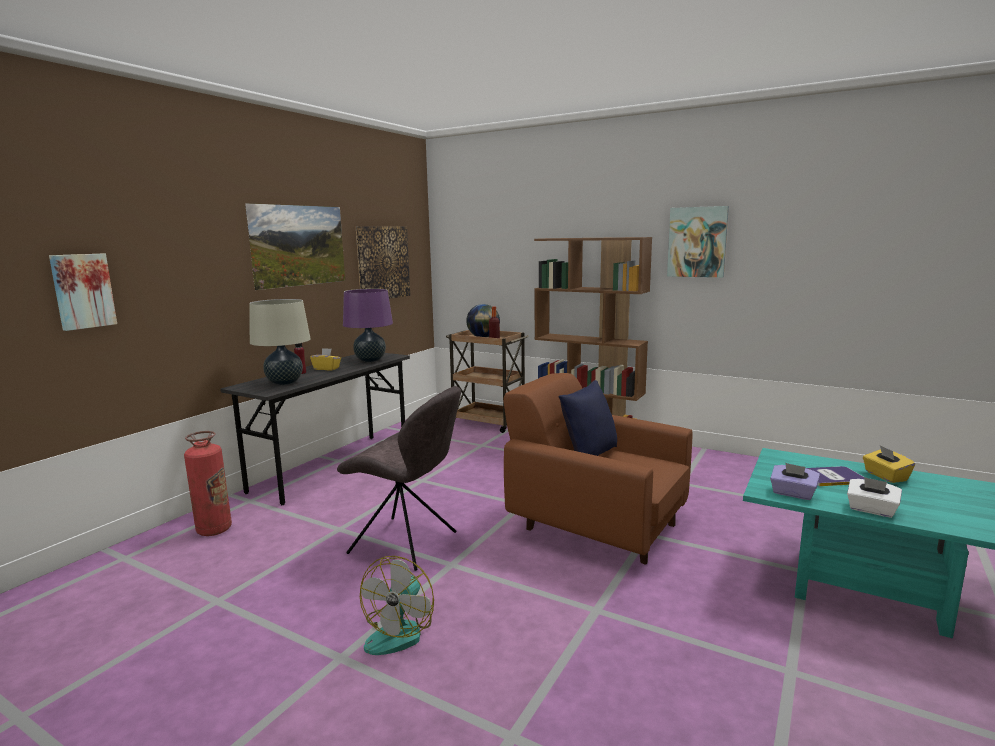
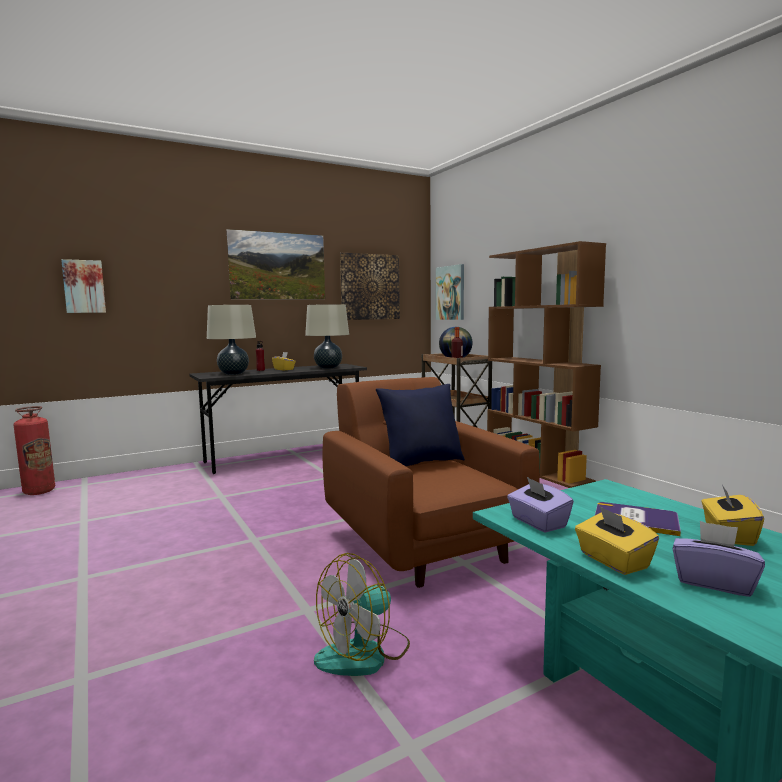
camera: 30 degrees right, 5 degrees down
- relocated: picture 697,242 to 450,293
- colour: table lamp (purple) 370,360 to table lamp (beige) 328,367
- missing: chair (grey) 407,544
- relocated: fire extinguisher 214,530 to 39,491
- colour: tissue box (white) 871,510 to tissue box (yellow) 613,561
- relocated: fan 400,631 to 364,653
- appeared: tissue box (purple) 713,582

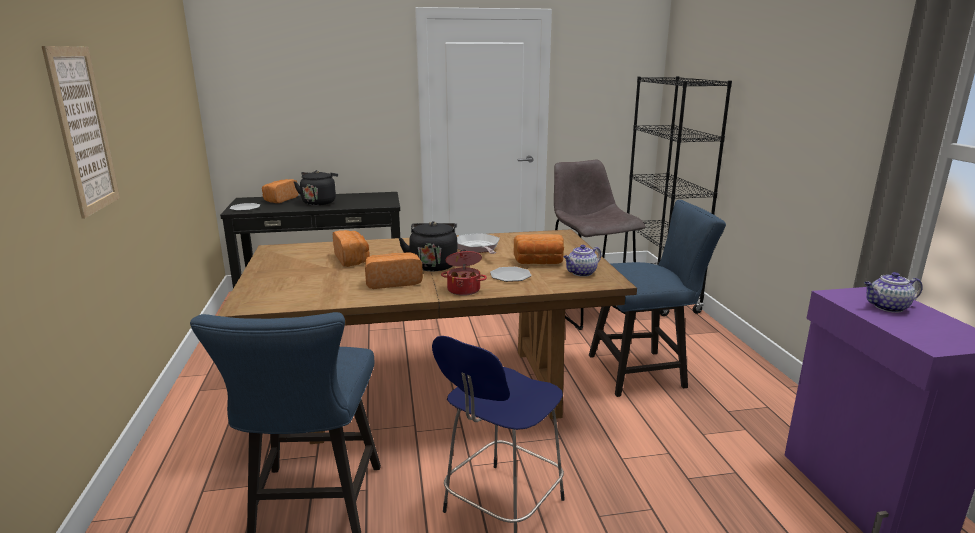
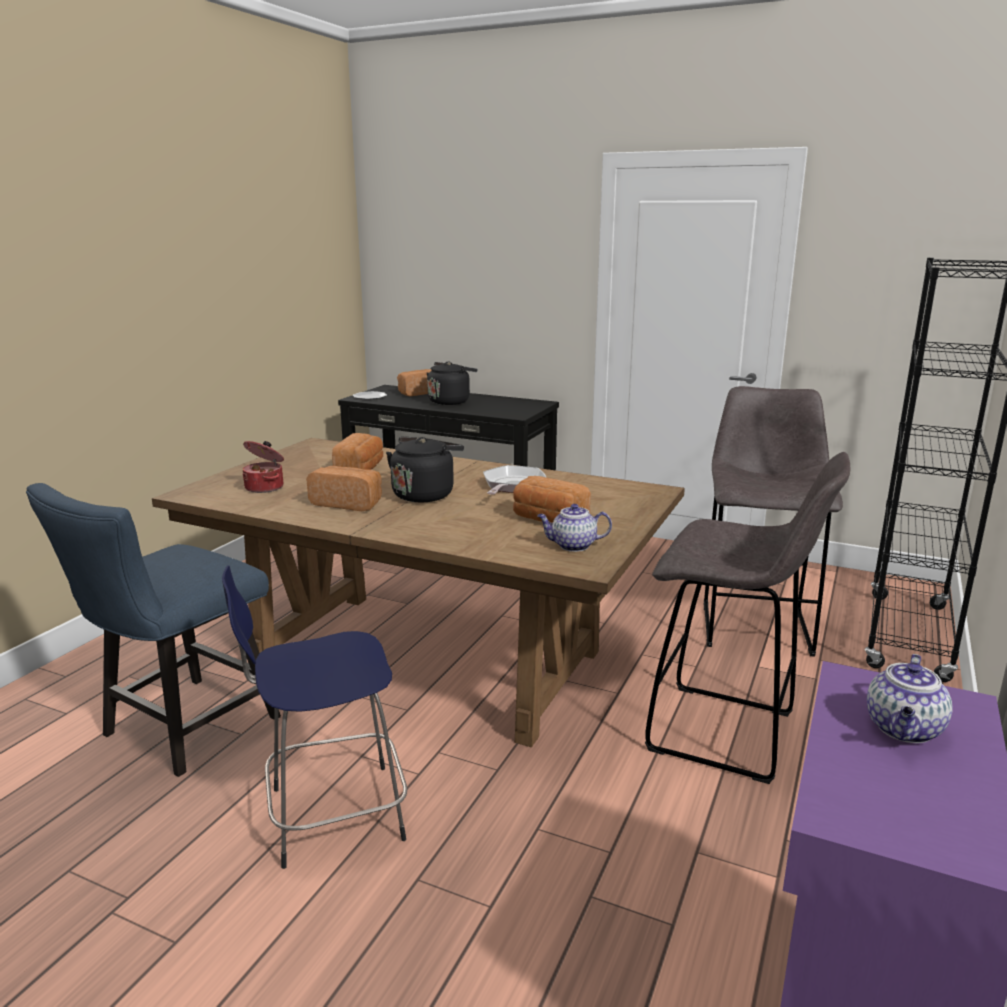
camera: 35 degrees right, 0 degrees up
- missing: picture 83,130
- exchanged: chair (blue) 643,371 to stool (grey) 726,733
- relocated: cooking pot 464,289 to 265,487
- missing: plate 510,276
- spun: teapot 887,307 = 904,730 90 degrees counterclockwise

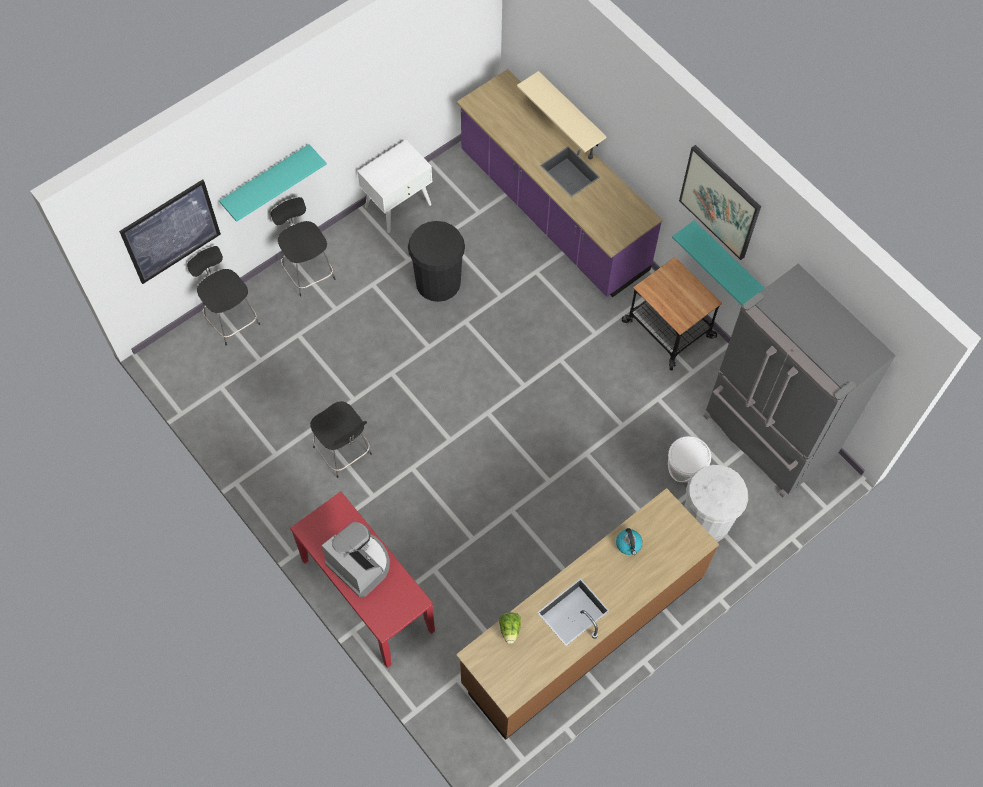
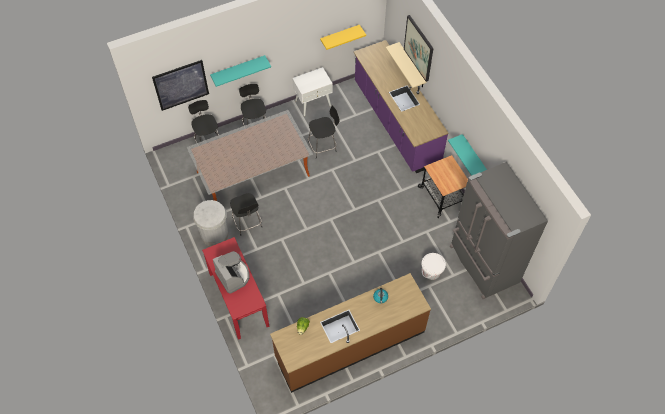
camera: 15 degrees right, 5 degrees down
- relocated: picture 720,202 to 419,48
- exchanged: trash can (black) 438,282 to stool (black) 323,146
- relocated: trash can (white) 705,521 to 214,235
- appeared: shelf (yellow) 339,36
- appeared: dining table 253,174

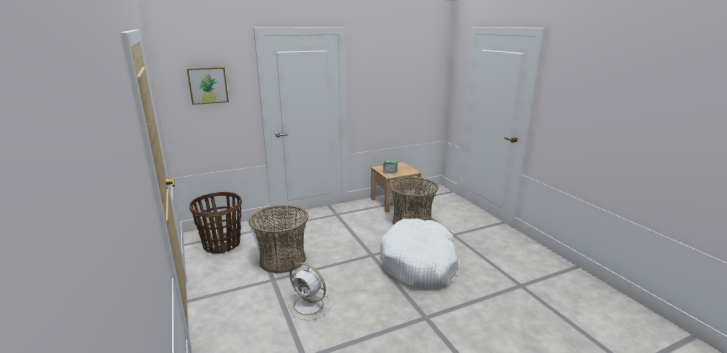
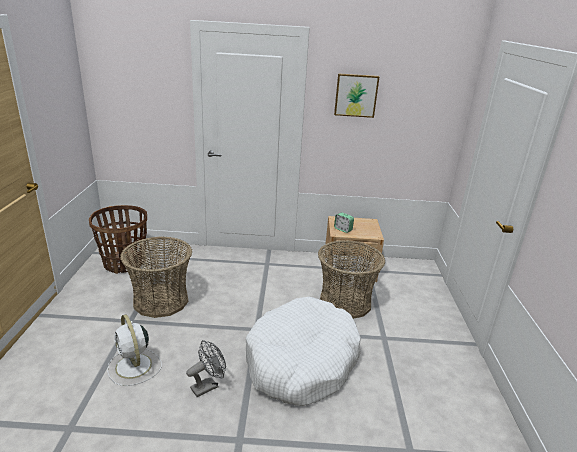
camera: 25 degrees right, 5 degrees up
- relocated: picture 208,85 to 356,95
- appeared: fan (grey) 208,386

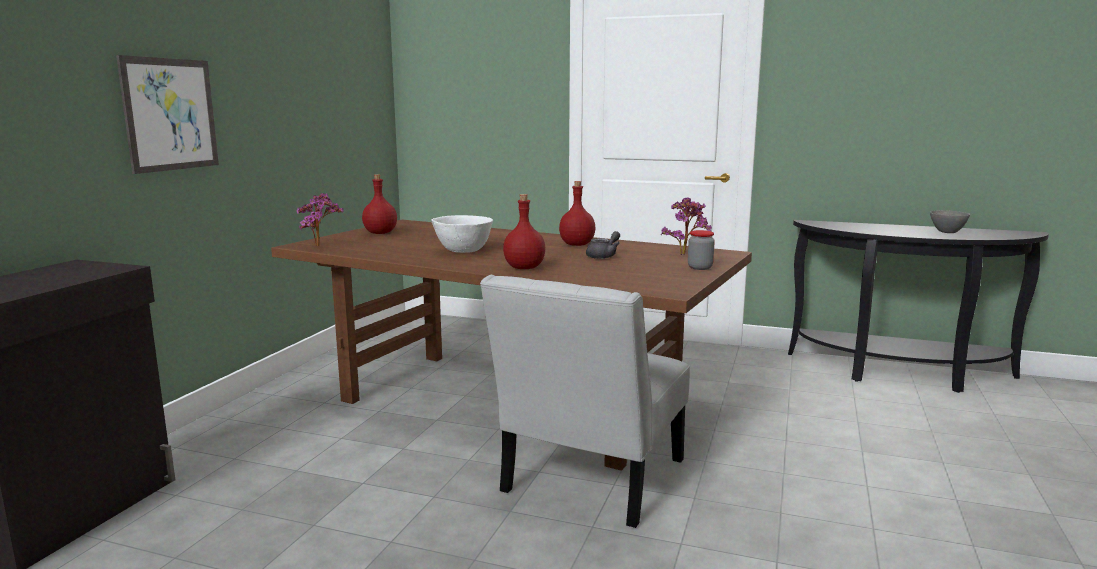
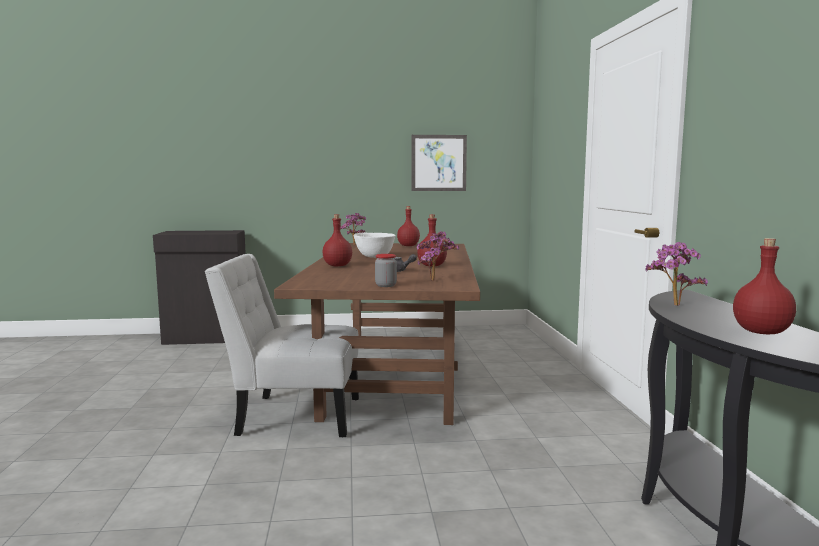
camera: 65 degrees right, 5 degrees down
- relocated: picture 170,114 to 439,163
- exchanged: bowl (grey) 947,232 to bottle (red) 760,332
- appeared: potted plant 673,306

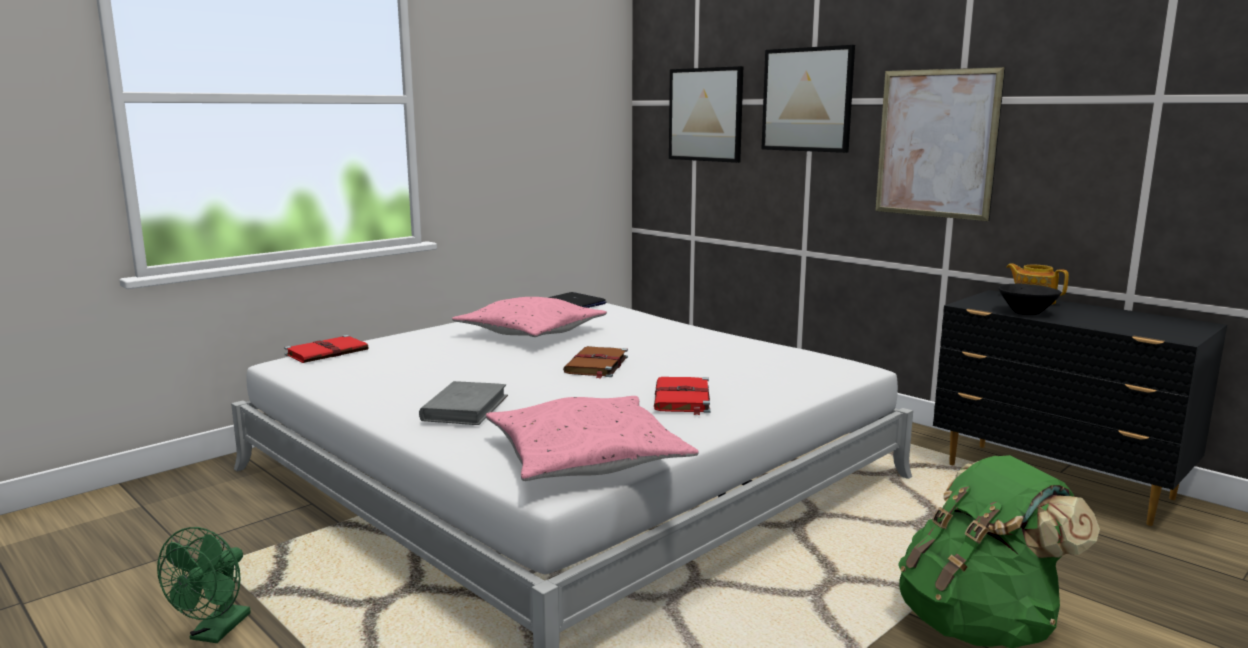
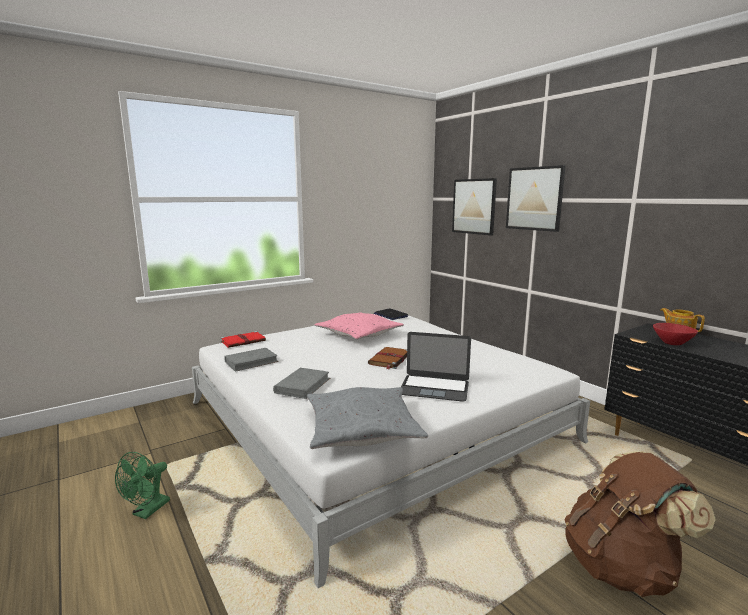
camera: 10 degrees right, 0 degrees up
- missing: picture 936,143
- colour: bowl (black) 1026,312 to bowl (red) 672,343
- exchanged: book (red) 682,399 to laptop 434,388
- colour: pillow (pink) 586,458 to pillow (grey) 362,429
- colour: backpack (green) 979,624 to backpack (brown) 622,567
- appeared: book (grey) 251,362

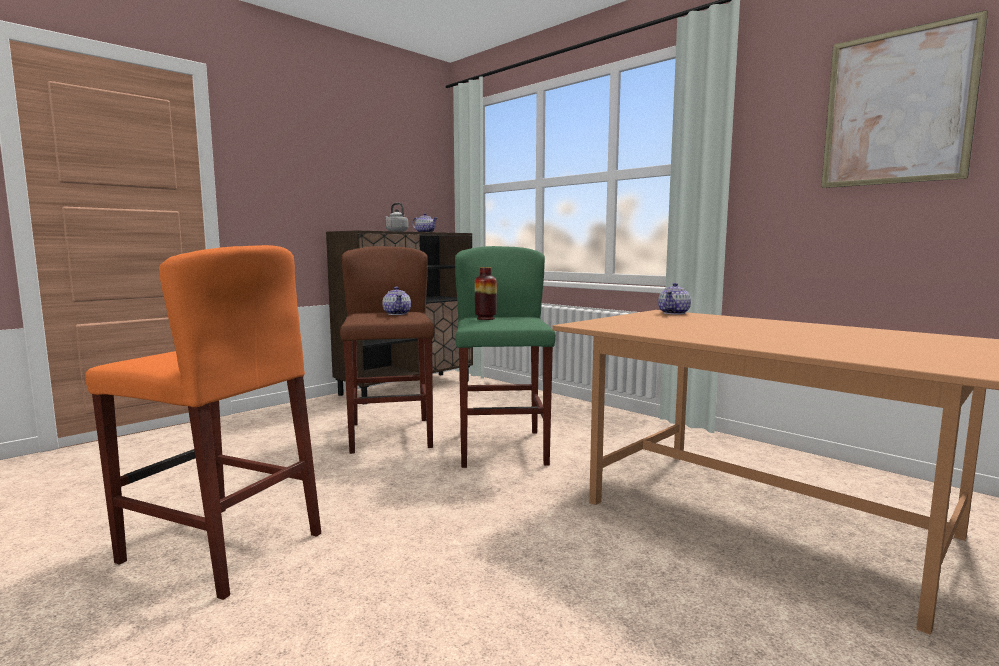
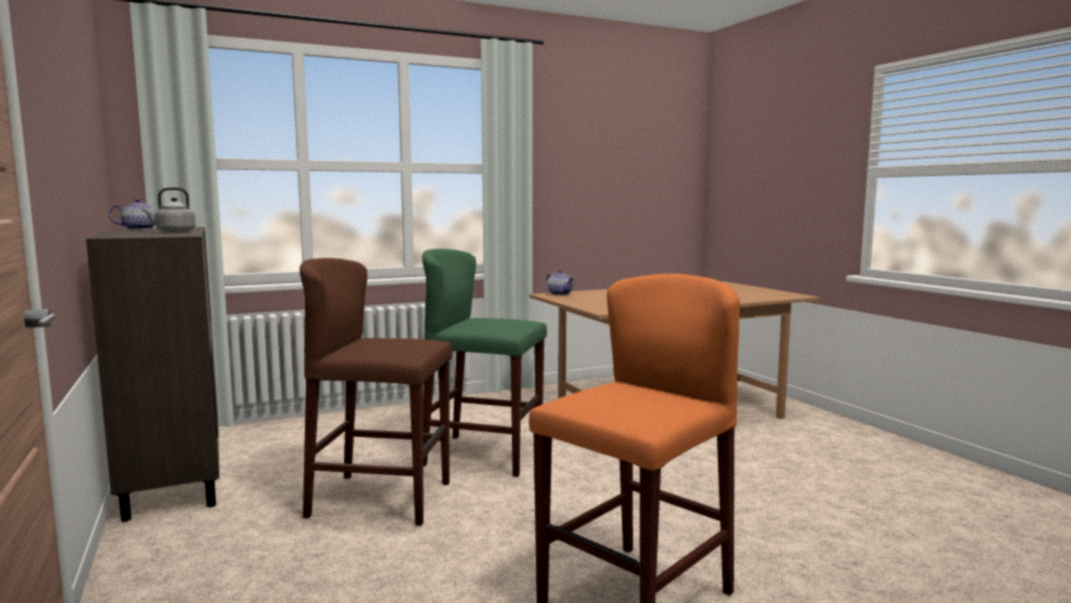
camera: 70 degrees left, 0 degrees up
- missing: picture 896,107
- missing: vase 485,318
- missing: teapot 397,313

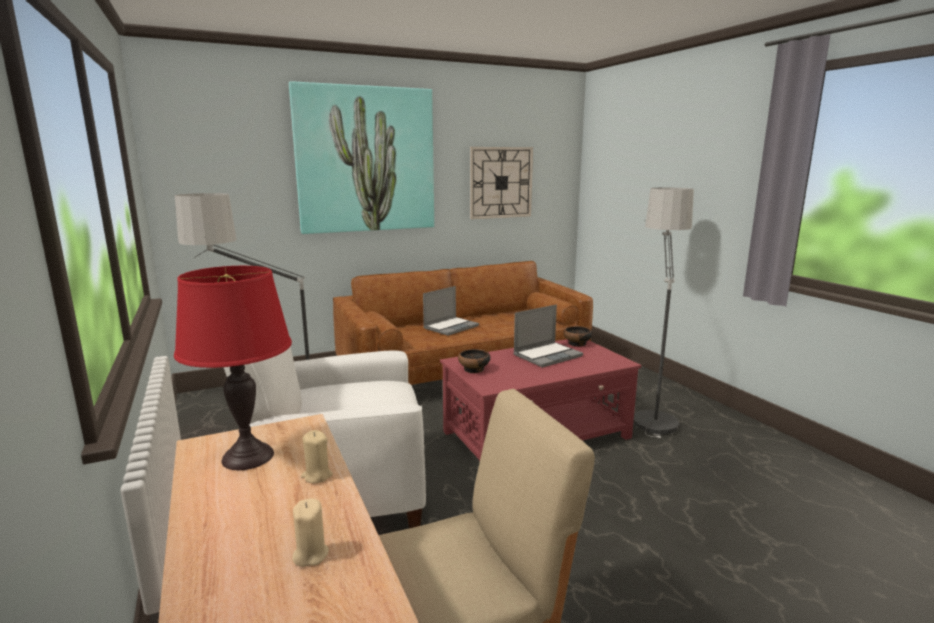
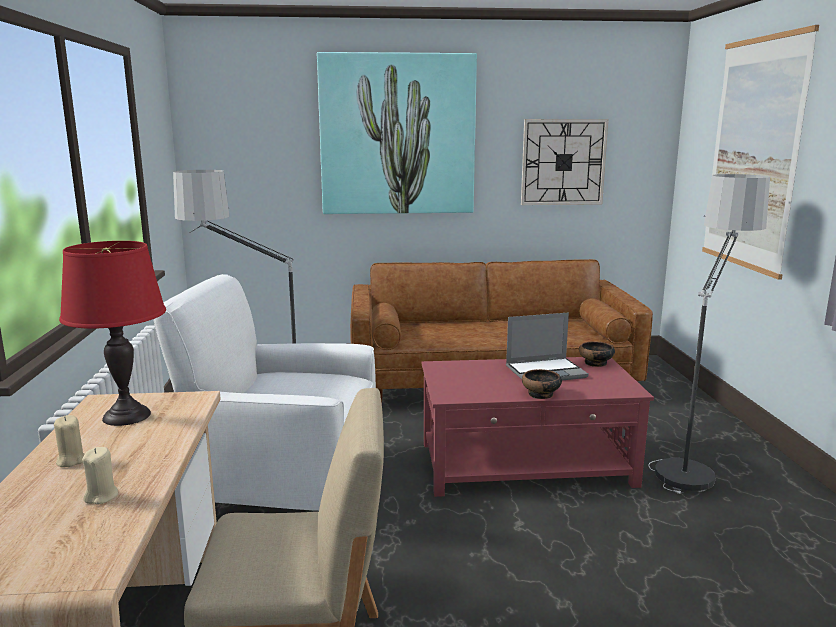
camera: 20 degrees right, 0 degrees up
- missing: laptop 451,327
- relocated: bowl 474,369 to 541,394
- relocated: candle (beige) 317,476 to 71,461
- appeared: picture 753,154

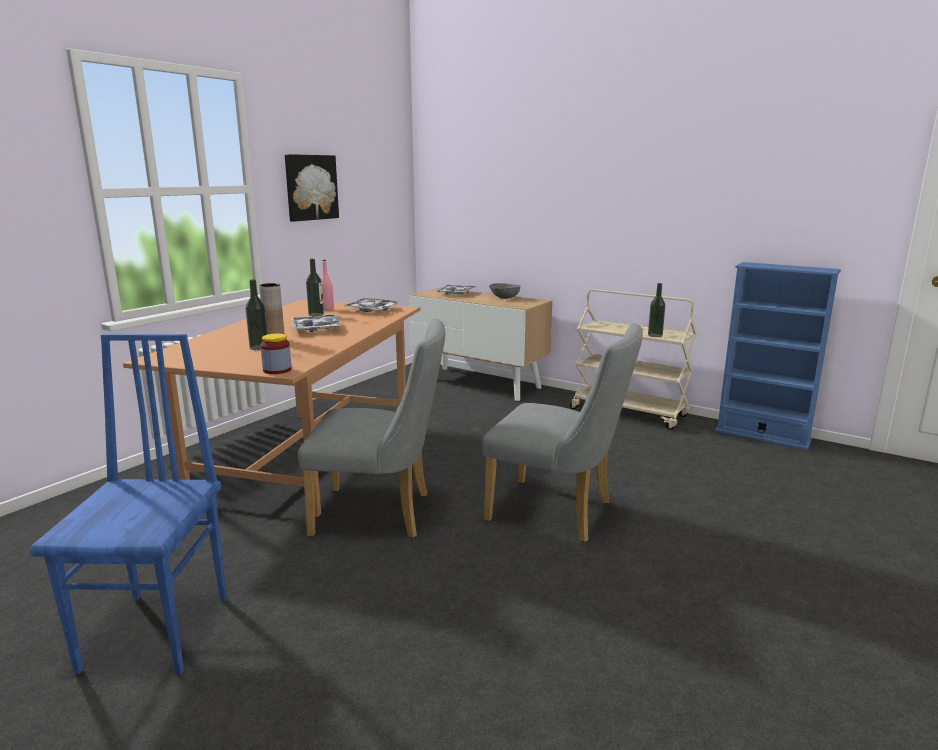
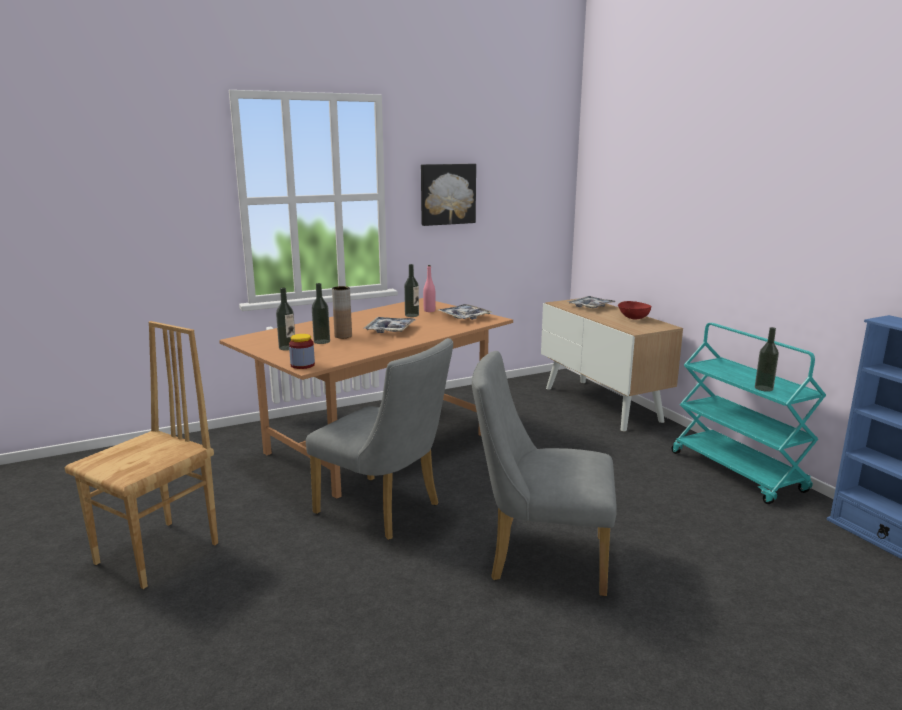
camera: 30 degrees right, 0 degrees up
- colour: bowl (grey) 504,298 to bowl (red) 633,318
- colour: cart (beige) 629,412 to cart (turquoise) 738,472
- spun: chair (grey) 558,513 = 539,558 135 degrees clockwise
- colour: chair (blue) 160,631 to chair (brown) 159,553
- appeared: bottle 287,348

